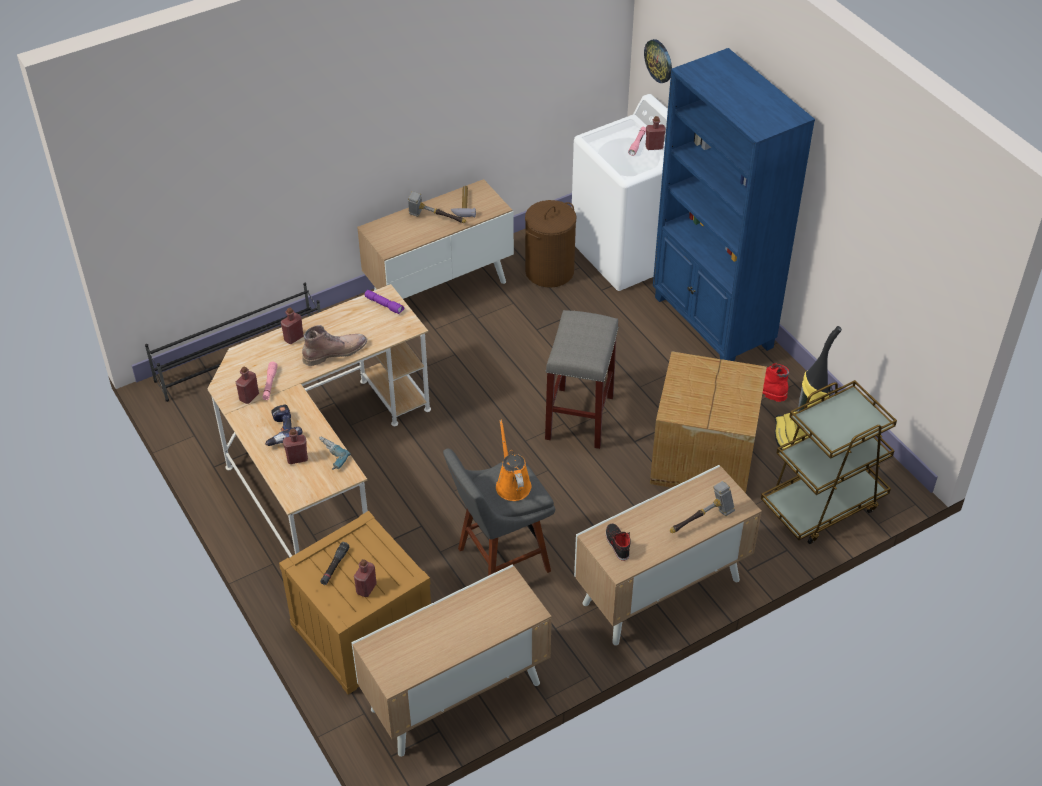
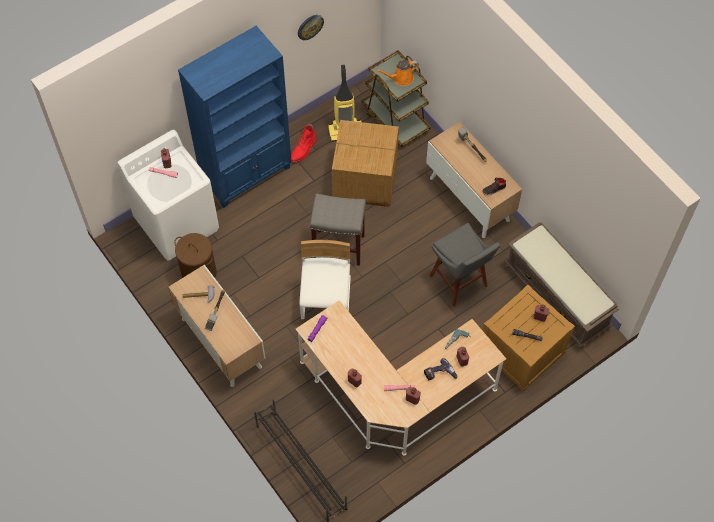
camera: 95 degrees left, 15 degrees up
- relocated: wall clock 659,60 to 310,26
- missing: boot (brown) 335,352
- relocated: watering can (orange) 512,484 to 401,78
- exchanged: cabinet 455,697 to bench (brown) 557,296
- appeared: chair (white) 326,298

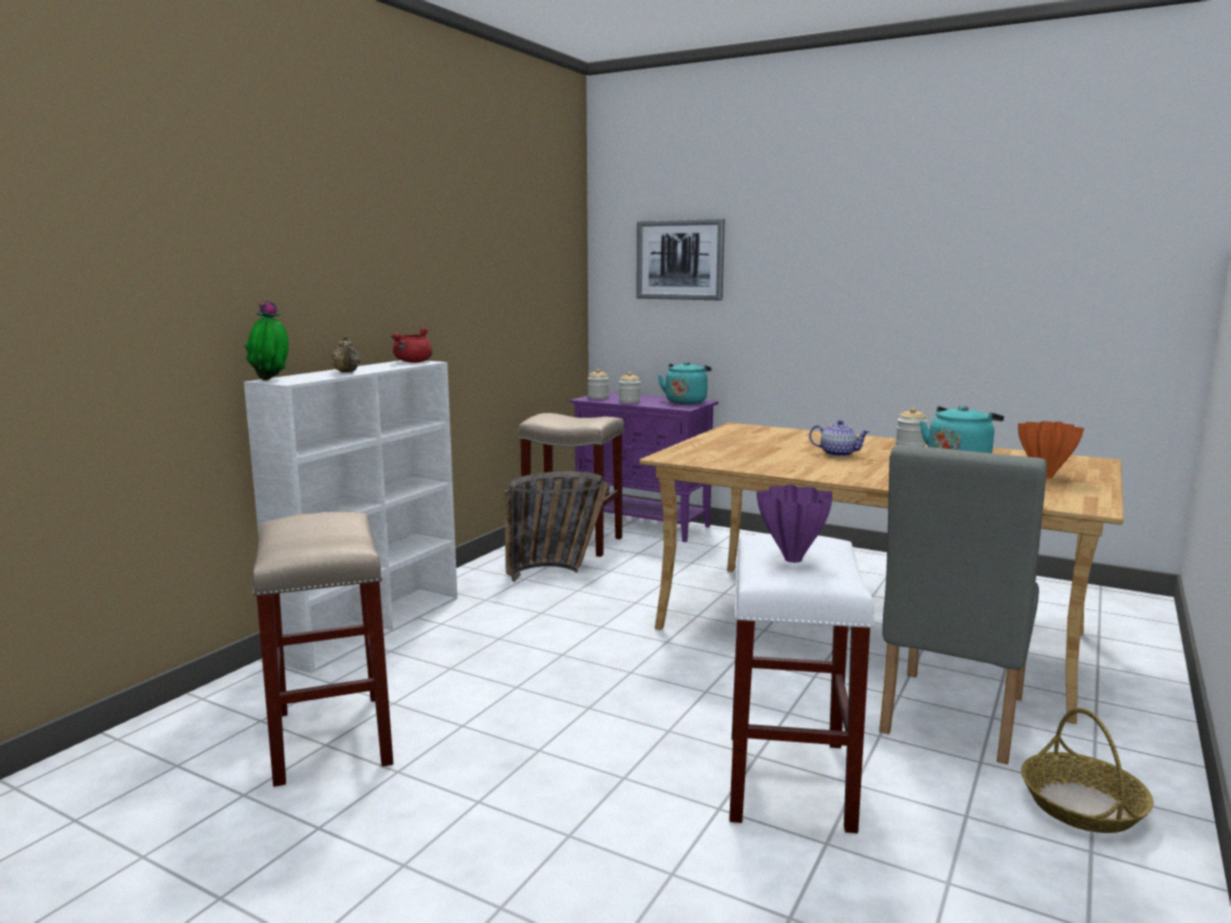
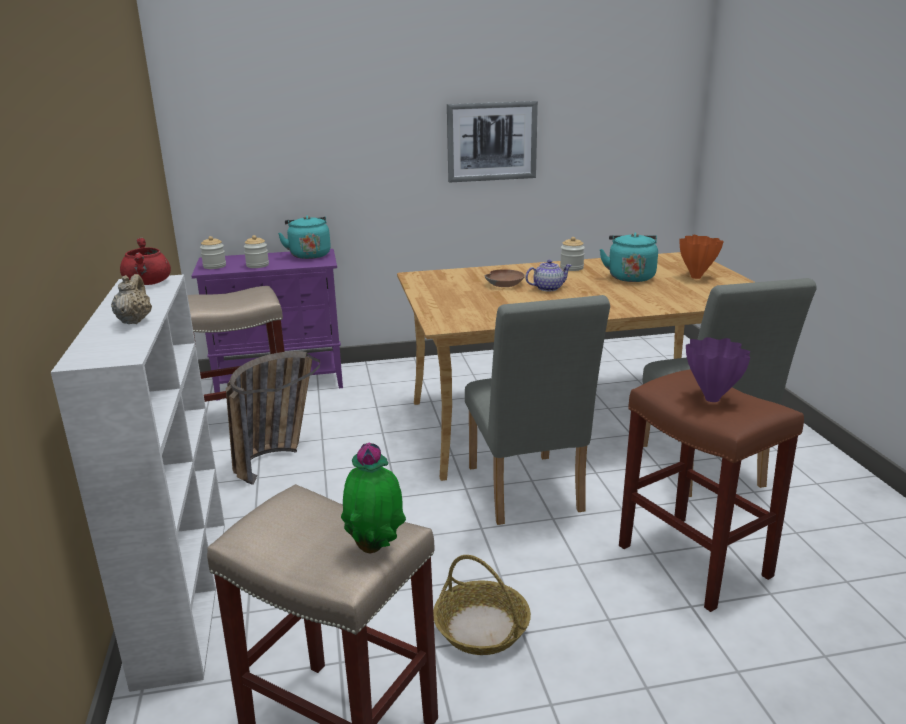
camera: 40 degrees left, 10 degrees up
- relocated: picture 680,260 to 492,141
- relocated: potted plant 271,380 to 376,547
- spun: teapot (beige) 346,372 = 134,321 120 degrees counterclockwise
- colour: stool (white) 790,781 to stool (brown) 696,561
- relocated: basket 1081,805 to 481,628
- appeared: bowl (brown) 505,283
- appeared: chair (grey) 526,494

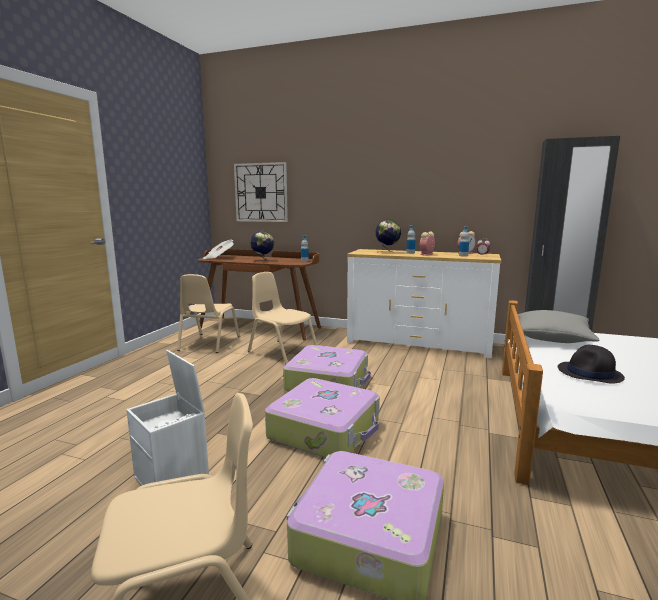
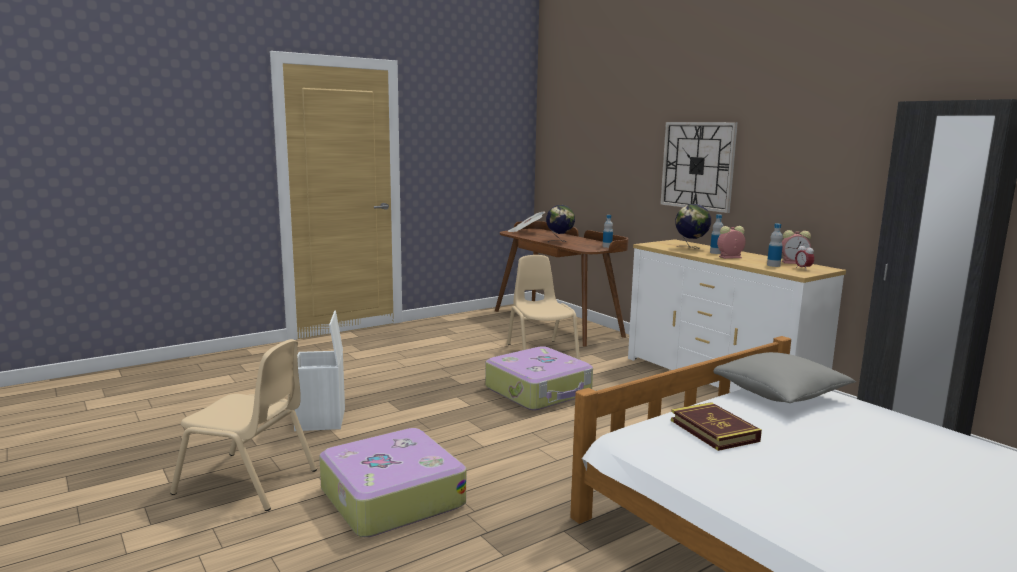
camera: 35 degrees right, 0 degrees up
- relocated: wall clock 261,192 to 697,165
- missing: chair (beige) 208,343
- exchanged: hat (black) 590,373 to book 714,430
- missing: suitcase 325,430

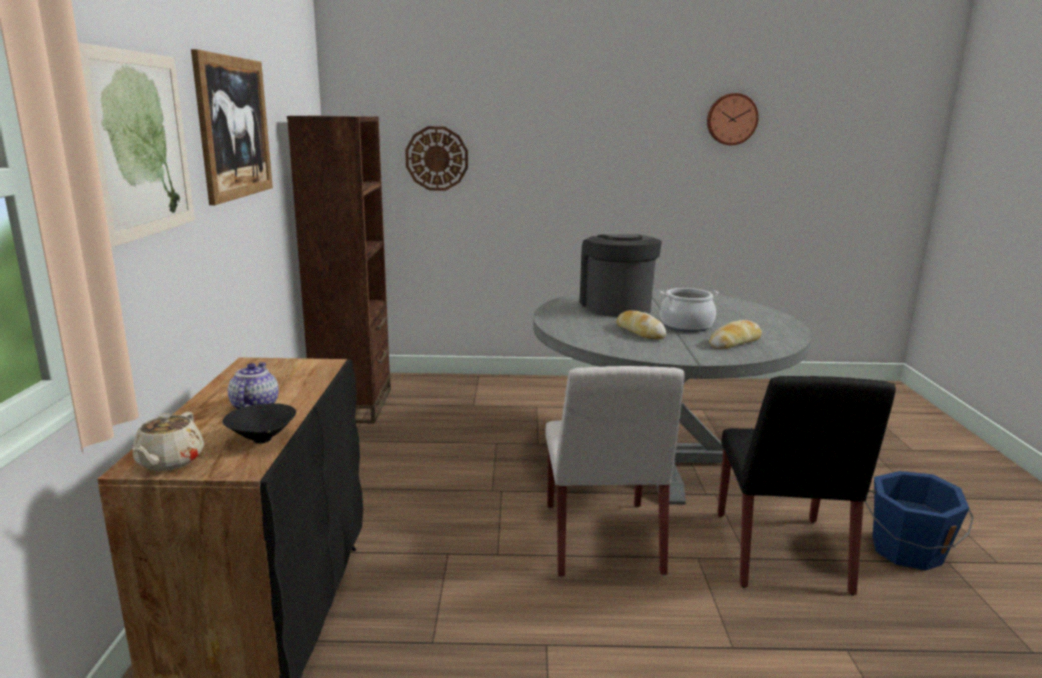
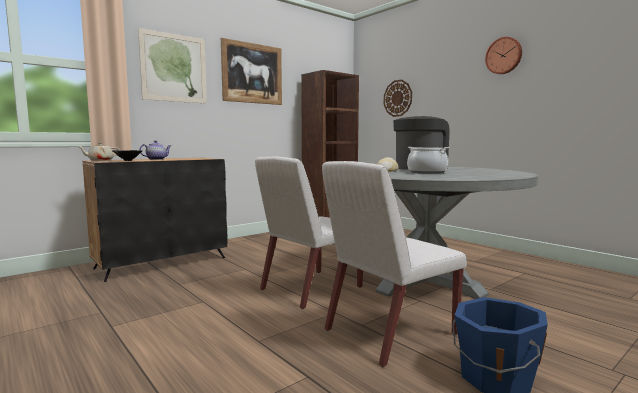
camera: 50 degrees right, 10 degrees down
- relocated: wall clock 731,119 to 504,56
- missing: bread 735,342
- colour: chair (black) 781,553 to chair (white) 389,332

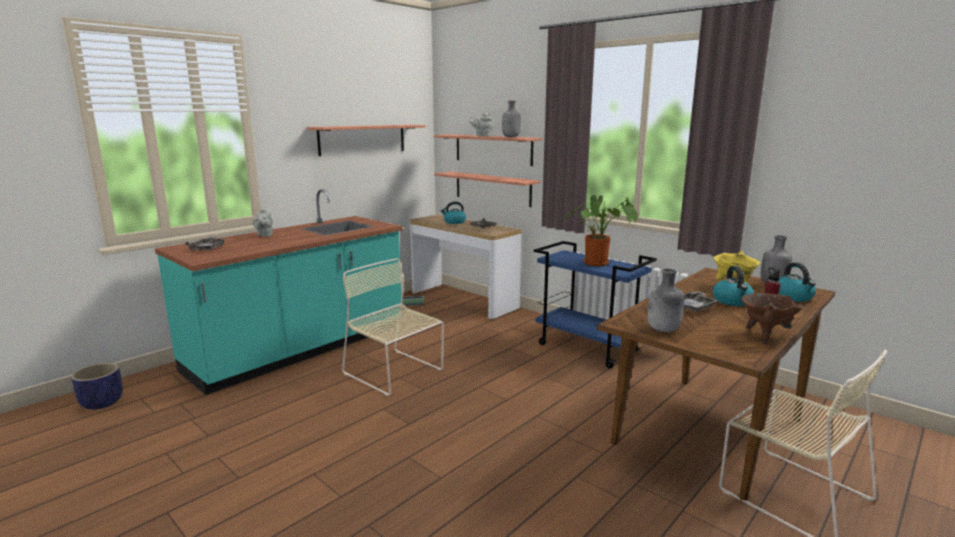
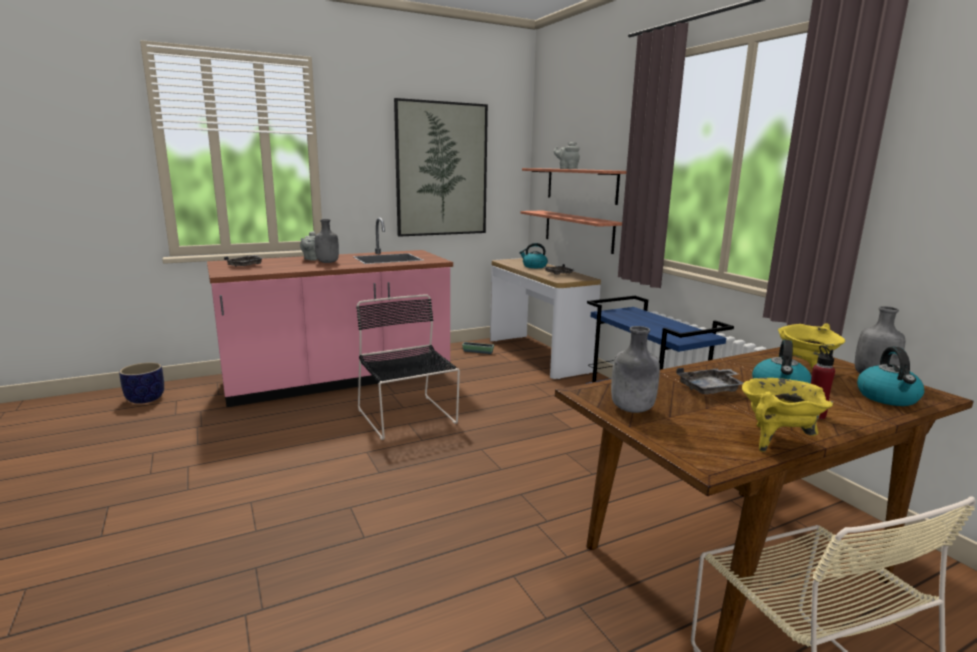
camera: 20 degrees right, 0 degrees up
- relocated: bottle (grey) 511,137 to 328,262
- exchanged: shelf 362,139 to picture 441,170
- colour: counter (turquoise) 300,349 to counter (pink) 339,379
- missing: potted plant 599,263
- colour: chair (beige) 395,372 to chair (black) 407,418
- colour: cooking pot (brown) 765,335 to cooking pot (yellow) 776,440

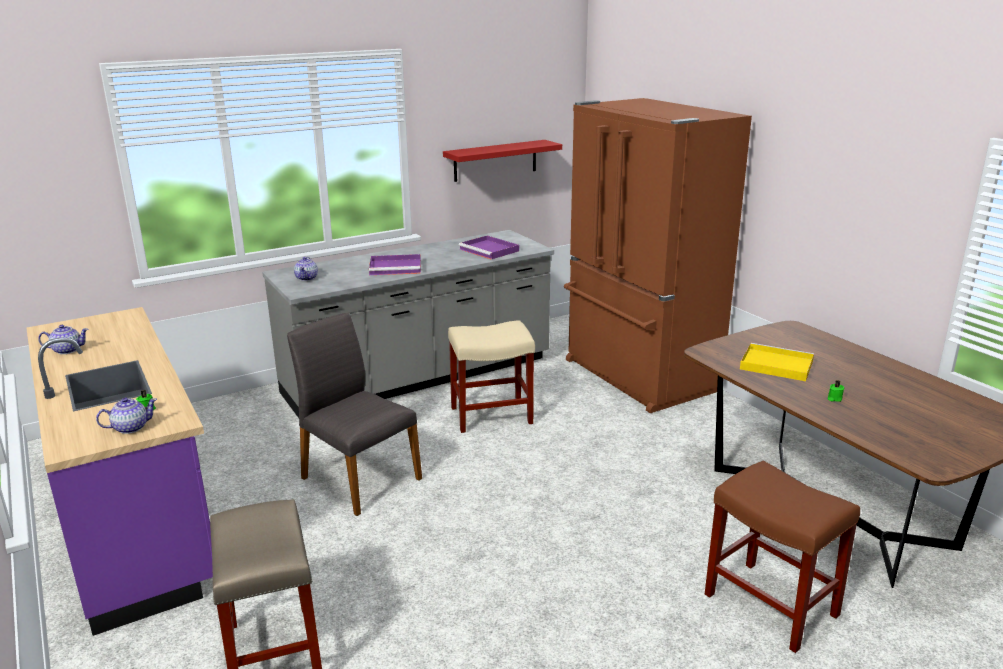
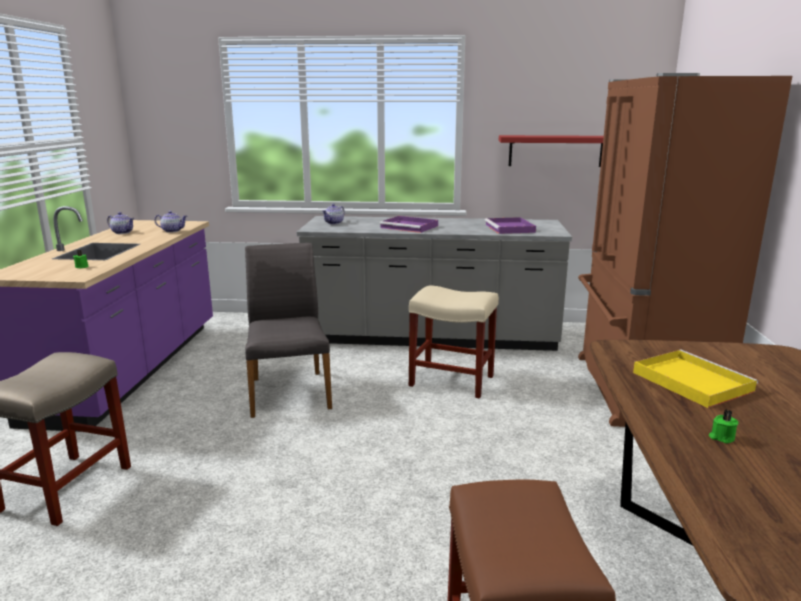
camera: 35 degrees right, 5 degrees down
- relocated: teapot 130,428 to 172,231

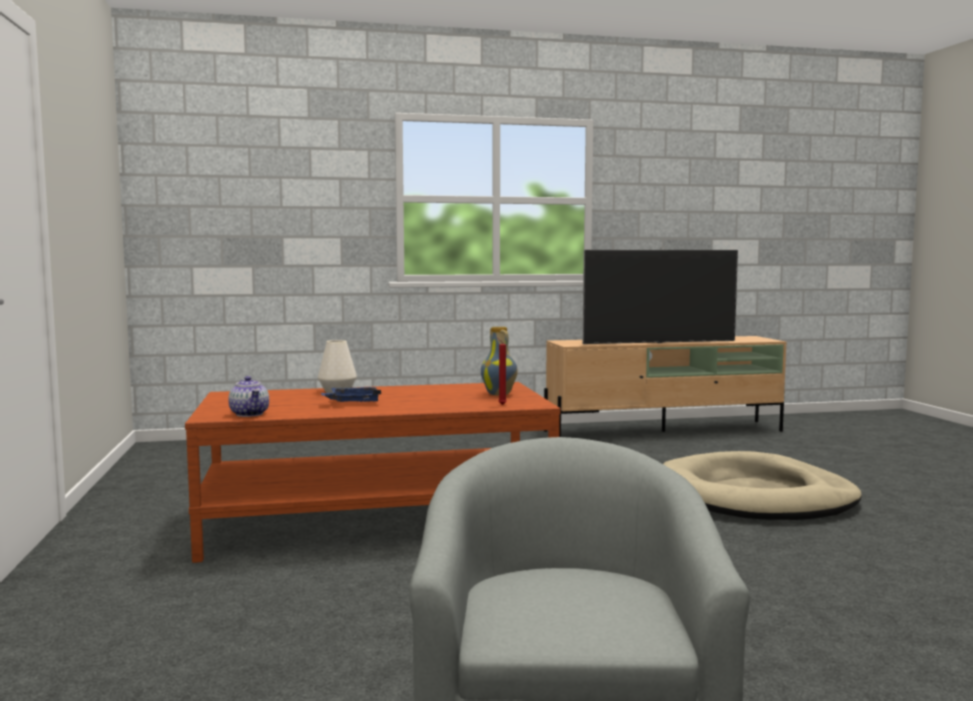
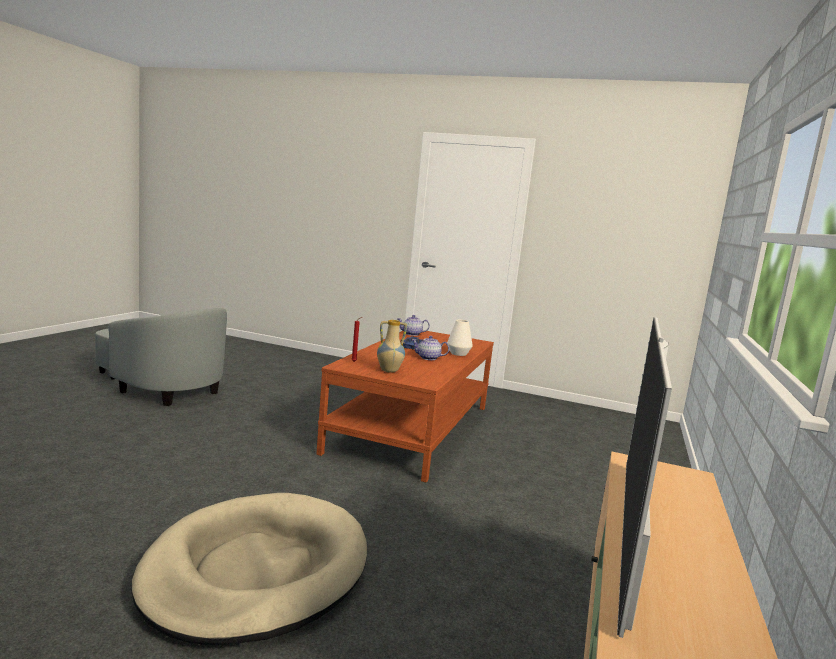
camera: 120 degrees right, 5 degrees up
- appeared: teapot 428,358

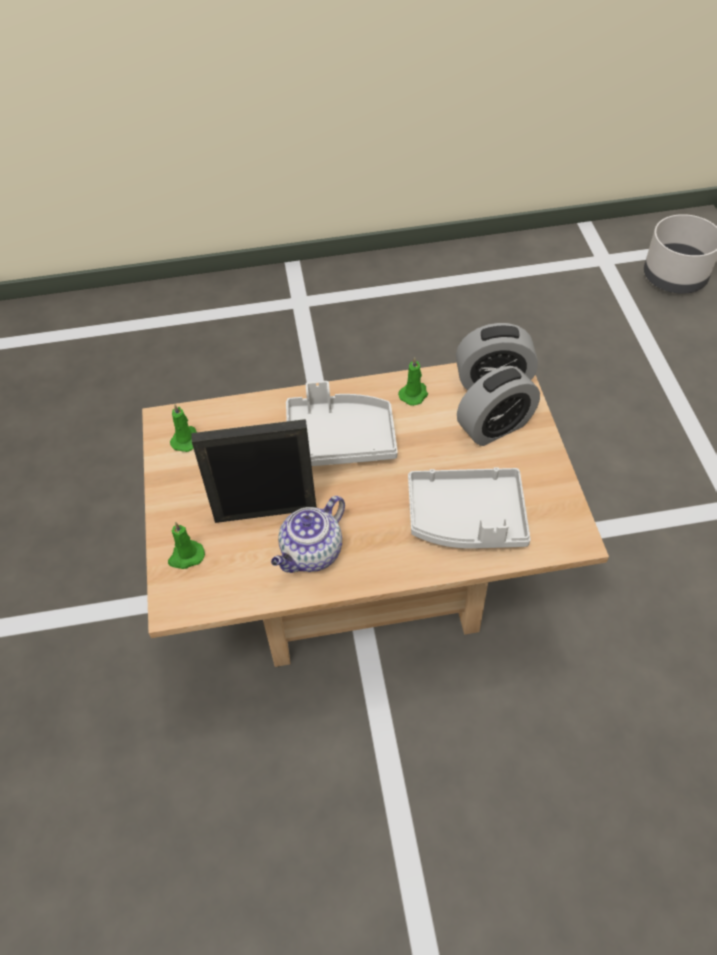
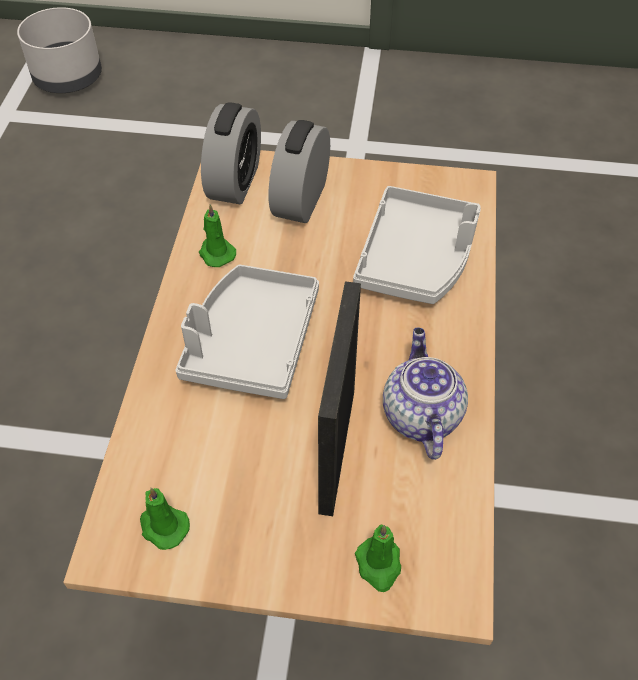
camera: 75 degrees left, 0 degrees up
- spun: alarm clock 495,427 = 301,200 150 degrees counterclockwise
- spun: teapot 311,554 = 420,414 150 degrees counterclockwise

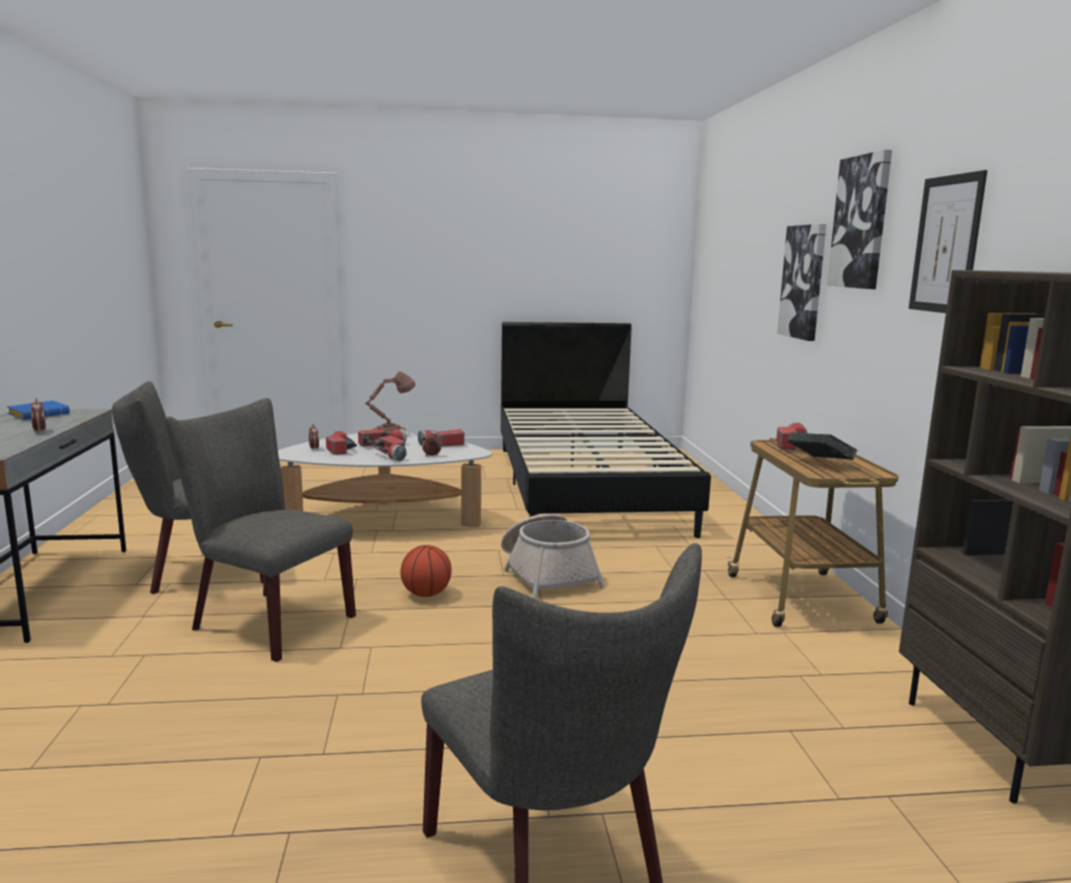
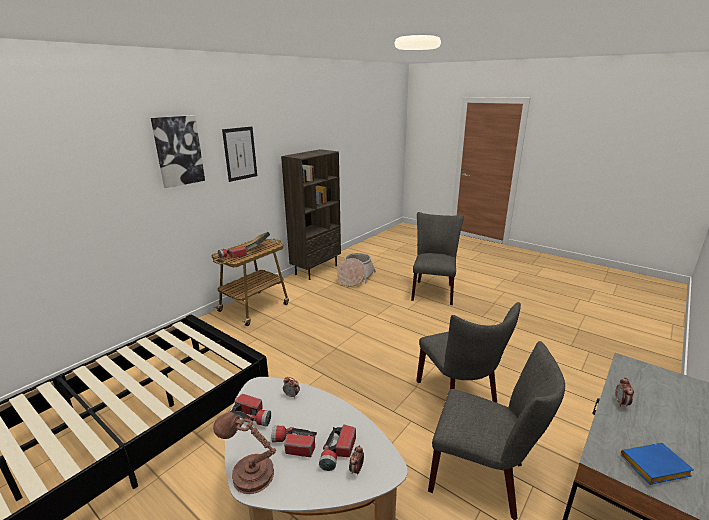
camera: 135 degrees left, 10 degrees up
- missing: picture 803,282
- missing: flashlight 392,456
- relocated: basket 547,574 to 355,277
- missing: basketball 426,594

